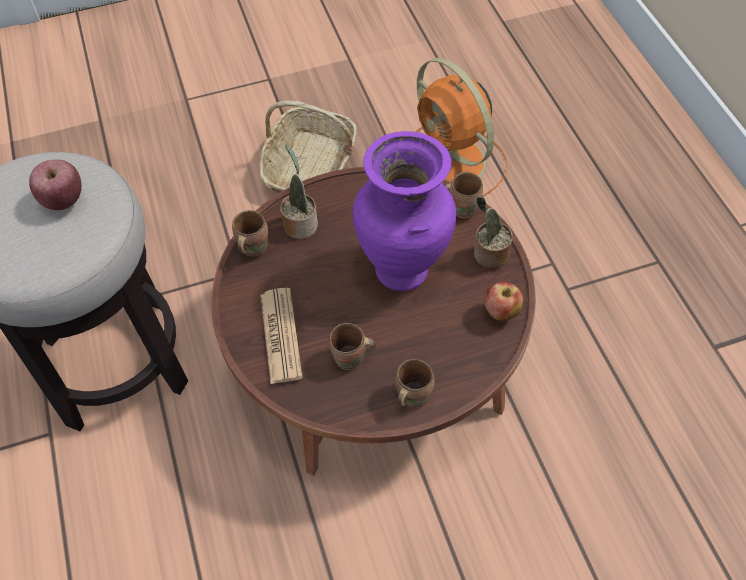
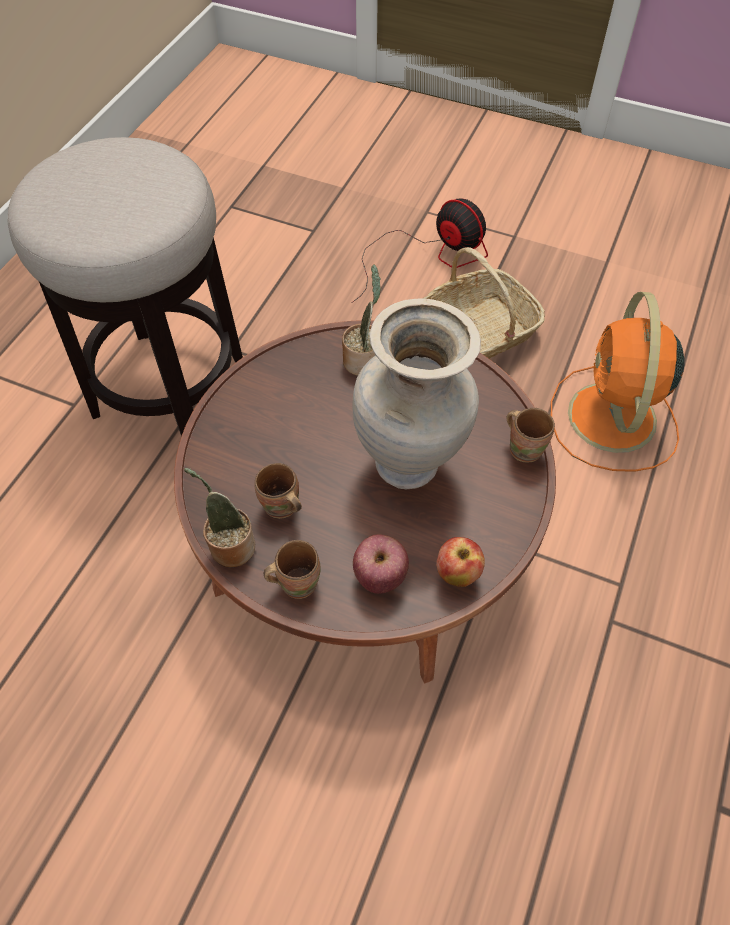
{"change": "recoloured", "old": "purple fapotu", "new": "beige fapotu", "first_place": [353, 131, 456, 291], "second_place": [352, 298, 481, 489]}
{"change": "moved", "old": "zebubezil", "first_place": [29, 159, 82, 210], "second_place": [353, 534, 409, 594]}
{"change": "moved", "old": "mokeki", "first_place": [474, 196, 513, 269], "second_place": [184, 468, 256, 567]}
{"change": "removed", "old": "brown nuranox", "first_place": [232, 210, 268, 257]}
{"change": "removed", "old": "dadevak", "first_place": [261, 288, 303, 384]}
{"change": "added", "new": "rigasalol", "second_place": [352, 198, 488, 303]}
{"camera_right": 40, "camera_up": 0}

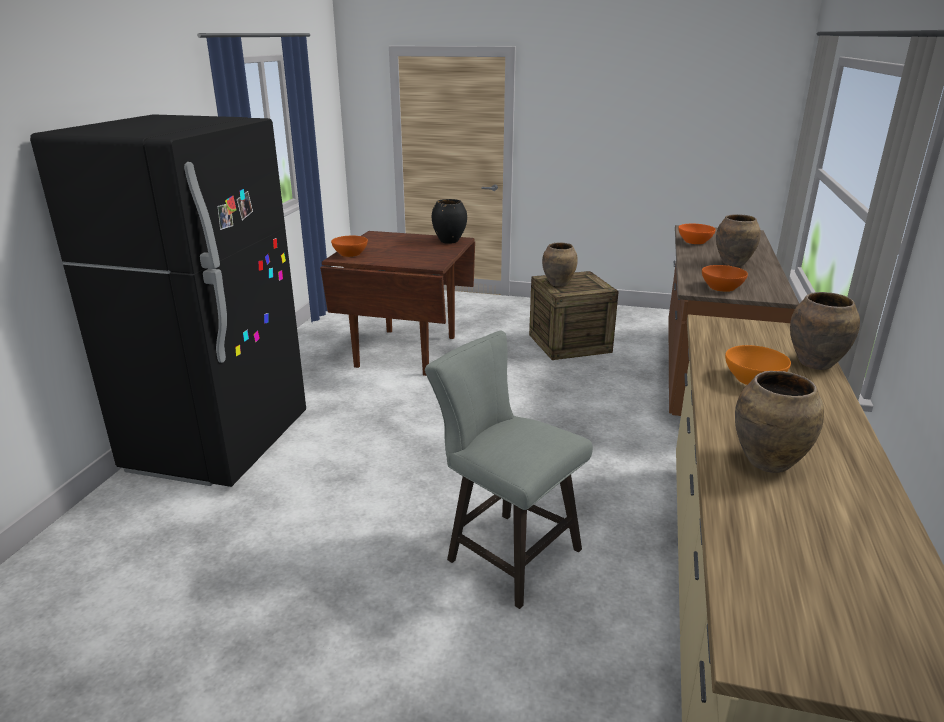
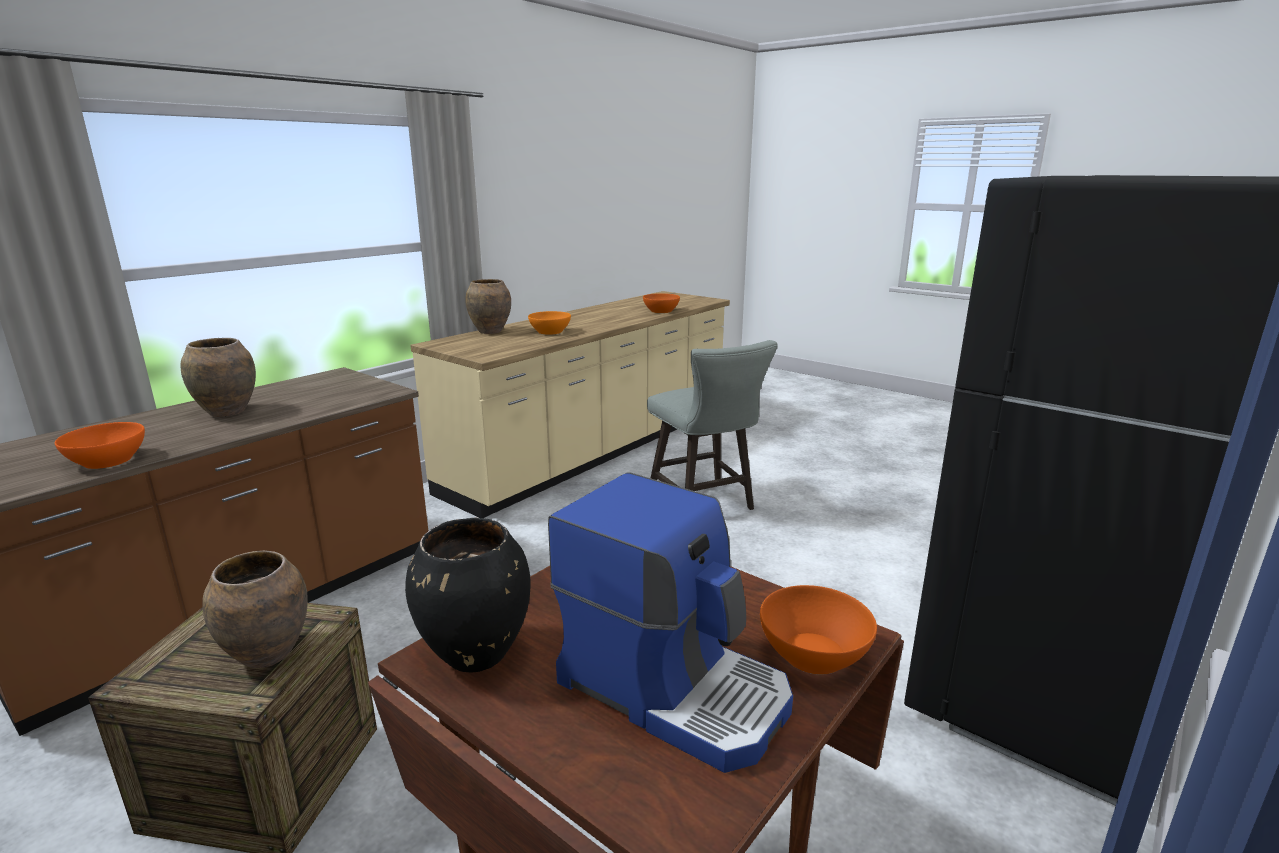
{"change": "moved", "old": "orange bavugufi", "first_place": [702, 265, 748, 292], "second_place": [643, 293, 680, 313]}
{"change": "removed", "old": "brown fapotu", "first_place": [735, 371, 824, 473]}
{"change": "added", "new": "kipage", "second_place": [548, 473, 793, 773]}
{"camera_right": -155, "camera_up": -5}

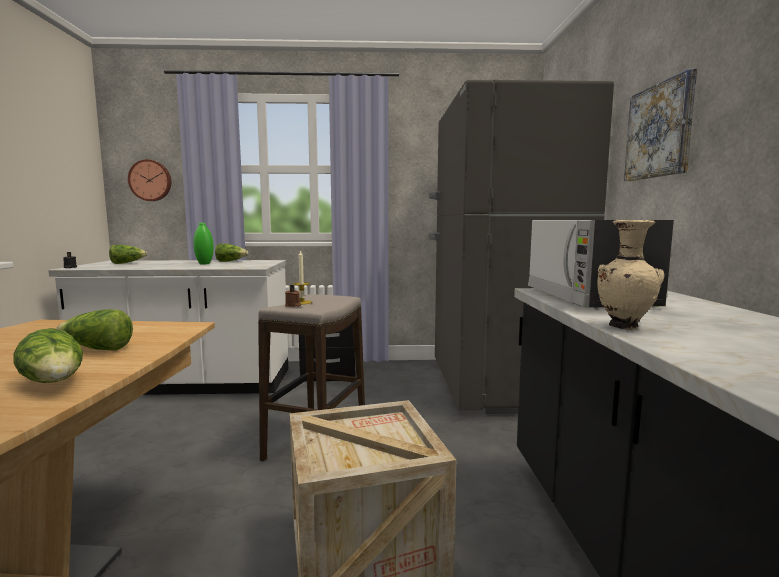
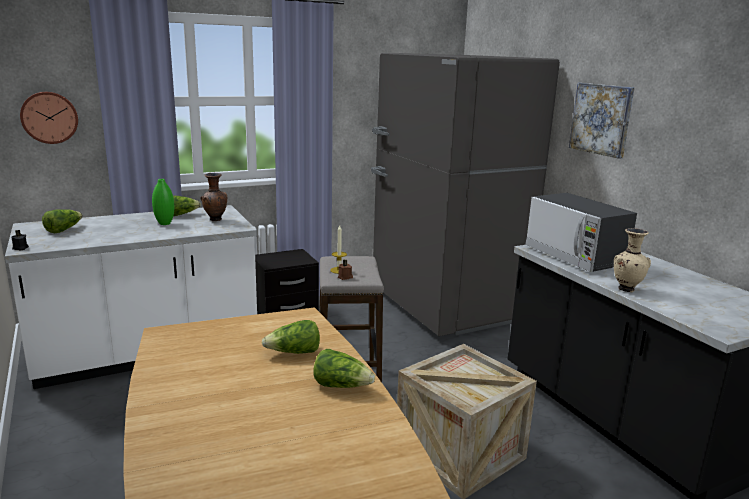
{"change": "added", "new": "brown fapotu", "second_place": [200, 173, 227, 221]}
{"camera_right": -25, "camera_up": 10}

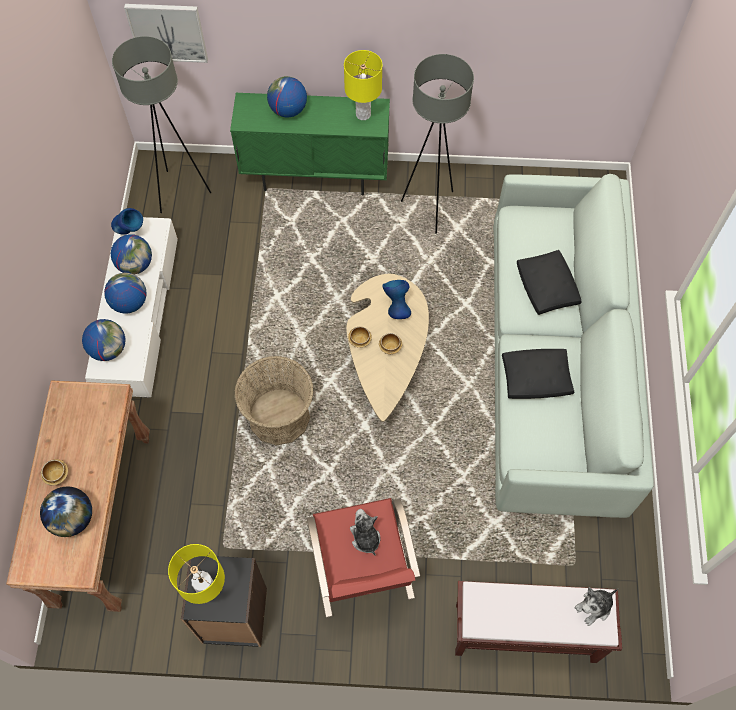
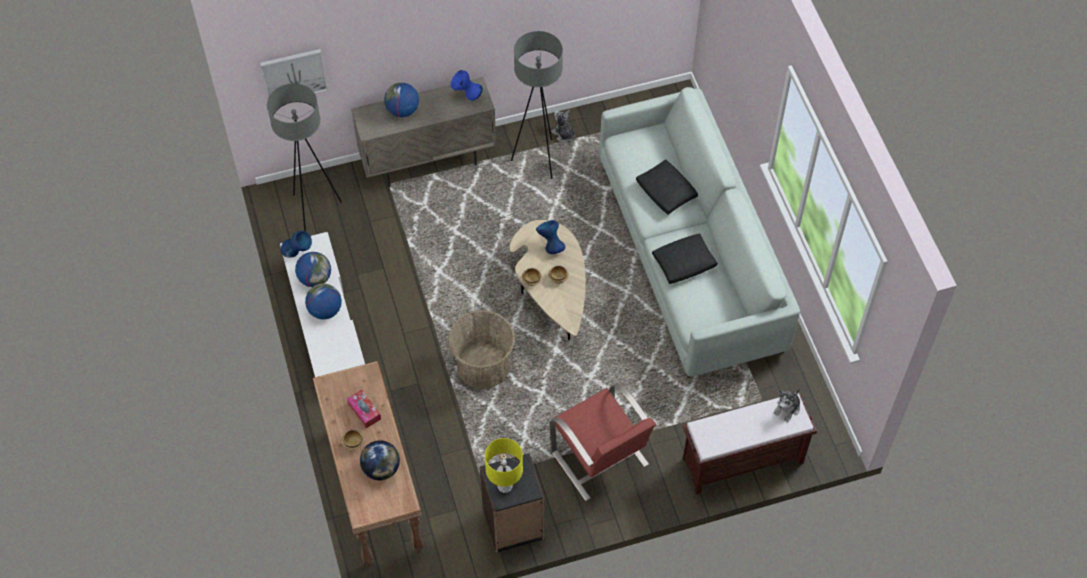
{"change": "replaced", "old": "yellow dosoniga", "new": "blue fapotu", "first_place": [344, 50, 382, 120], "second_place": [451, 70, 483, 101]}
{"change": "recoloured", "old": "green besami", "new": "beige besami", "first_place": [230, 93, 390, 196], "second_place": [351, 77, 496, 187]}
{"change": "removed", "old": "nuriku", "first_place": [82, 319, 126, 361]}
{"change": "moved", "old": "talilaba", "first_place": [350, 509, 380, 556], "second_place": [551, 110, 576, 142]}
{"change": "added", "new": "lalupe", "second_place": [347, 390, 381, 428]}
{"camera_right": -20, "camera_up": -5}

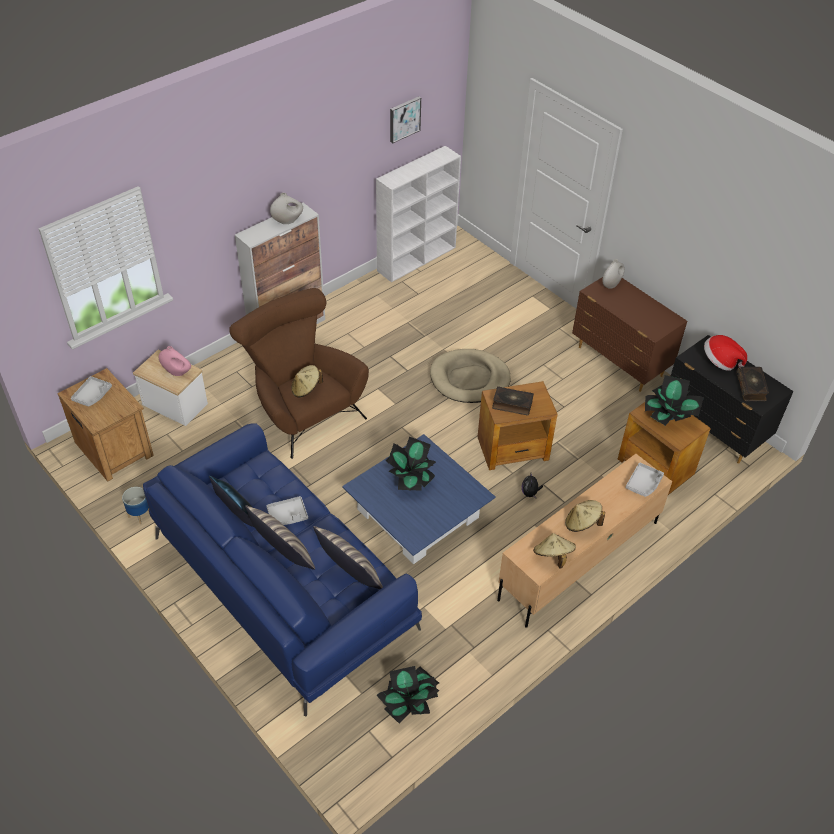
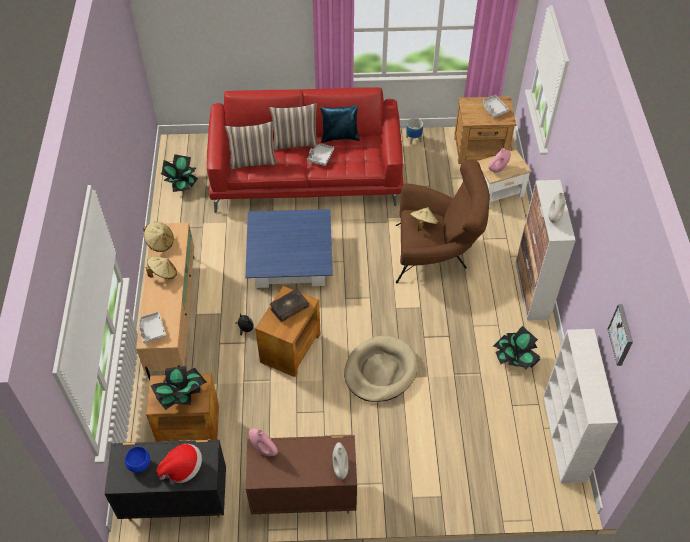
{"change": "replaced", "old": "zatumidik", "new": "blue bavugufi", "first_place": [736, 367, 769, 401], "second_place": [125, 446, 150, 473]}
{"change": "recoloured", "old": "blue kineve", "new": "red kineve", "first_place": [143, 423, 422, 717], "second_place": [207, 87, 403, 213]}
{"change": "moved", "old": "mokeki", "first_place": [386, 436, 436, 491], "second_place": [493, 326, 540, 369]}
{"change": "added", "new": "pink fapotu", "second_place": [249, 429, 278, 456]}
{"camera_right": 130, "camera_up": 5}

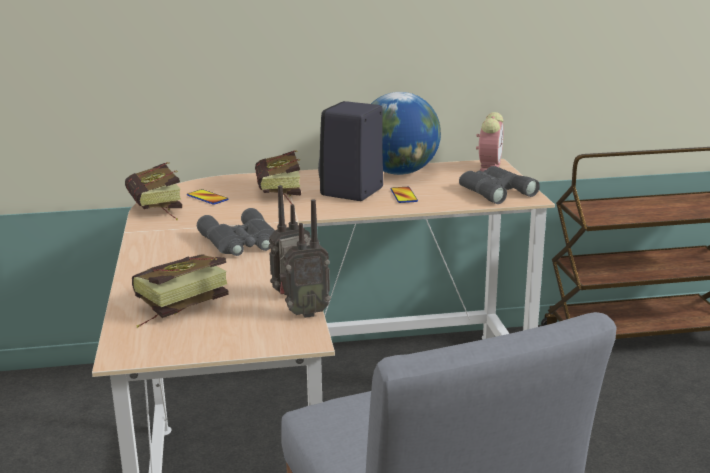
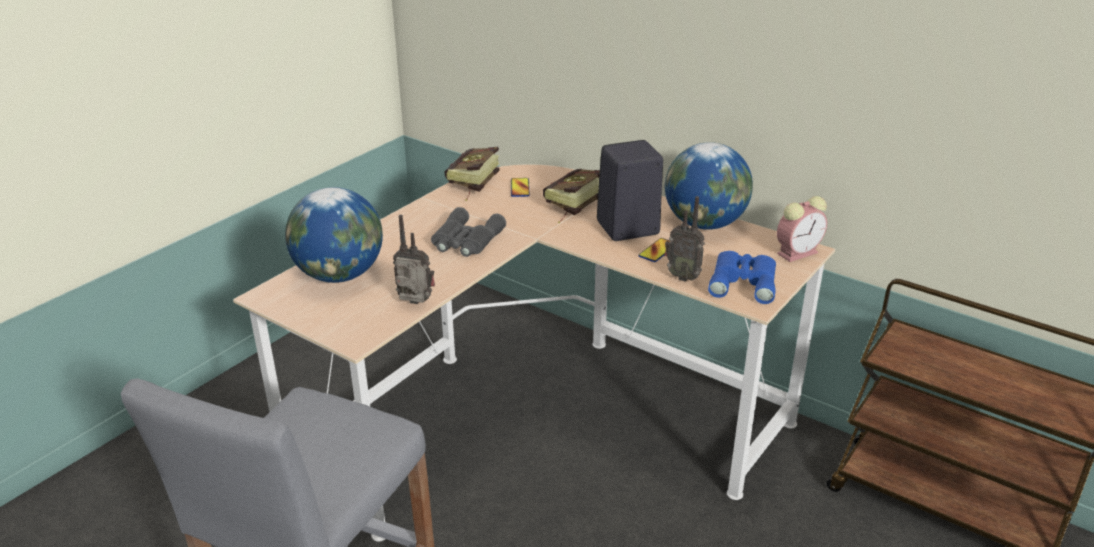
{"change": "recoloured", "old": "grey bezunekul", "new": "blue bezunekul", "first_place": [459, 166, 540, 204], "second_place": [708, 251, 776, 304]}
{"change": "moved", "old": "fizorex", "first_place": [279, 199, 331, 318], "second_place": [664, 196, 705, 282]}
{"change": "replaced", "old": "zatumidik", "new": "nuriku", "first_place": [132, 255, 228, 328], "second_place": [285, 187, 383, 283]}
{"camera_right": 45, "camera_up": 10}

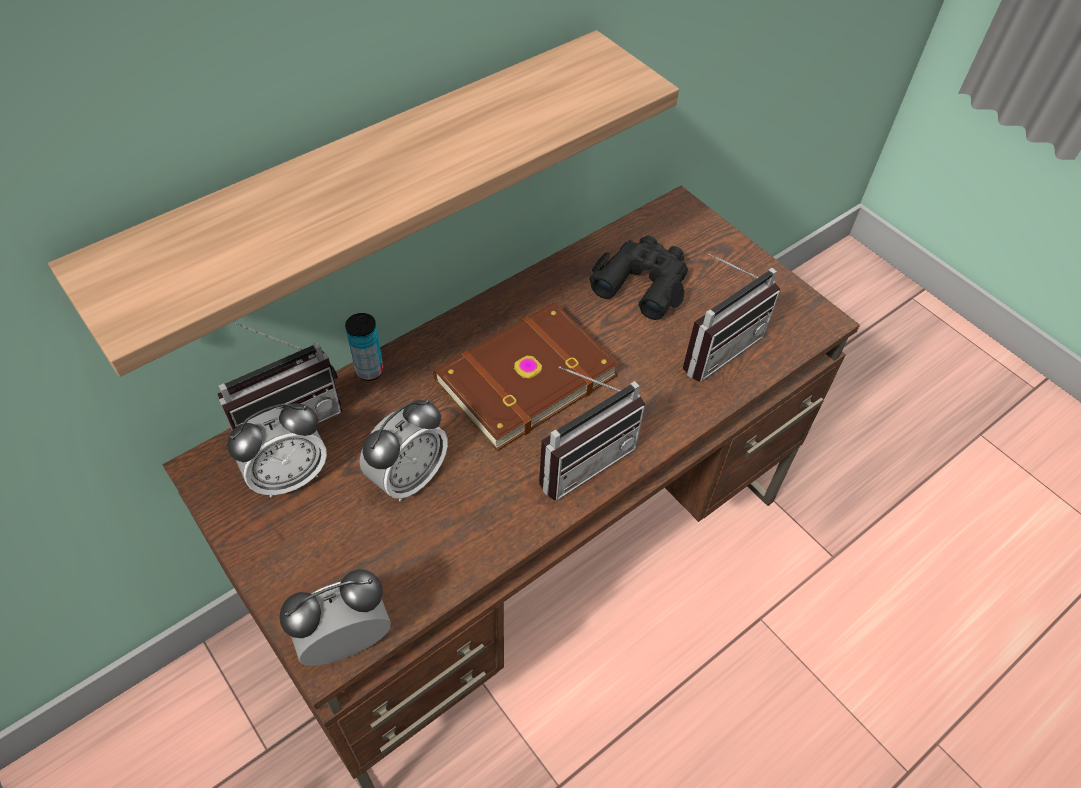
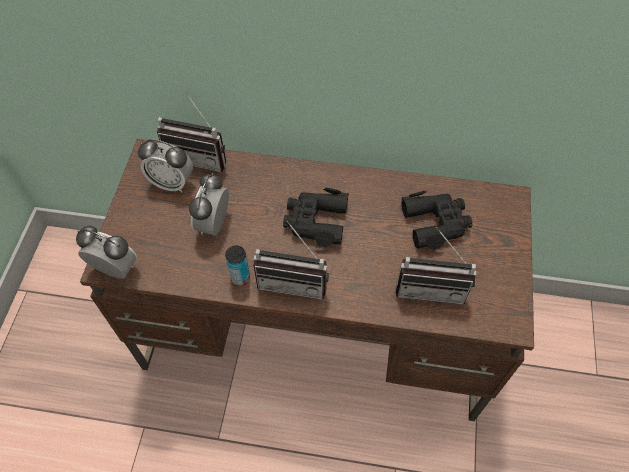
{"change": "removed", "old": "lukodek", "first_place": [48, 30, 679, 377]}
{"change": "replaced", "old": "brown zatumidik", "new": "black bezunekul", "first_place": [433, 302, 619, 451], "second_place": [283, 188, 349, 247]}
{"change": "moved", "old": "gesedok", "first_place": [345, 313, 383, 381], "second_place": [225, 246, 250, 286]}
{"change": "turned", "old": "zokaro", "first_place": [360, 399, 448, 502], "second_place": [189, 173, 229, 235], "degrees": 105}
{"camera_right": 50, "camera_up": 5}

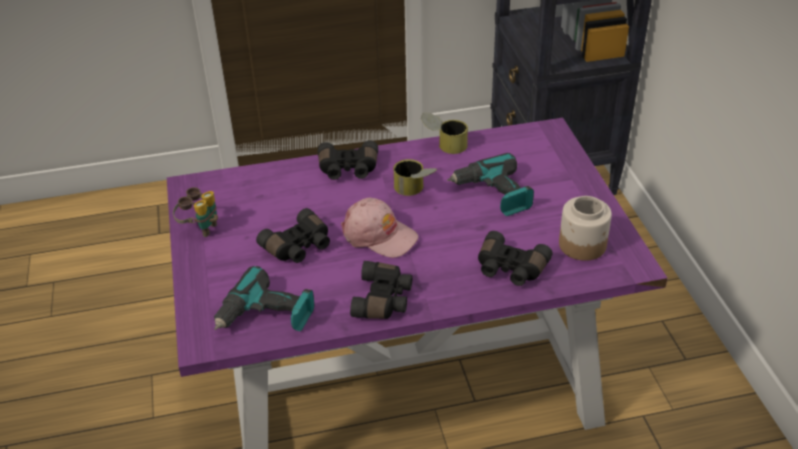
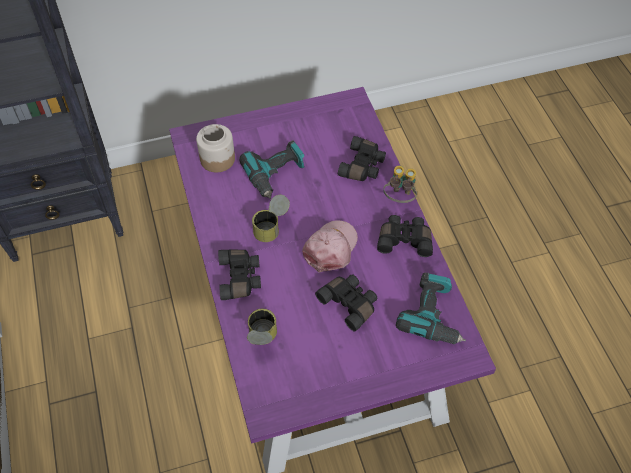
{"change": "moved", "old": "gesedok", "first_place": [421, 113, 468, 154], "second_place": [247, 309, 277, 345]}
{"change": "moved", "old": "bezunekul", "first_place": [173, 187, 218, 237], "second_place": [383, 166, 417, 203]}
{"change": "moved", "old": "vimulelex", "first_place": [559, 196, 612, 261], "second_place": [196, 124, 235, 172]}
{"camera_right": -95, "camera_up": 15}

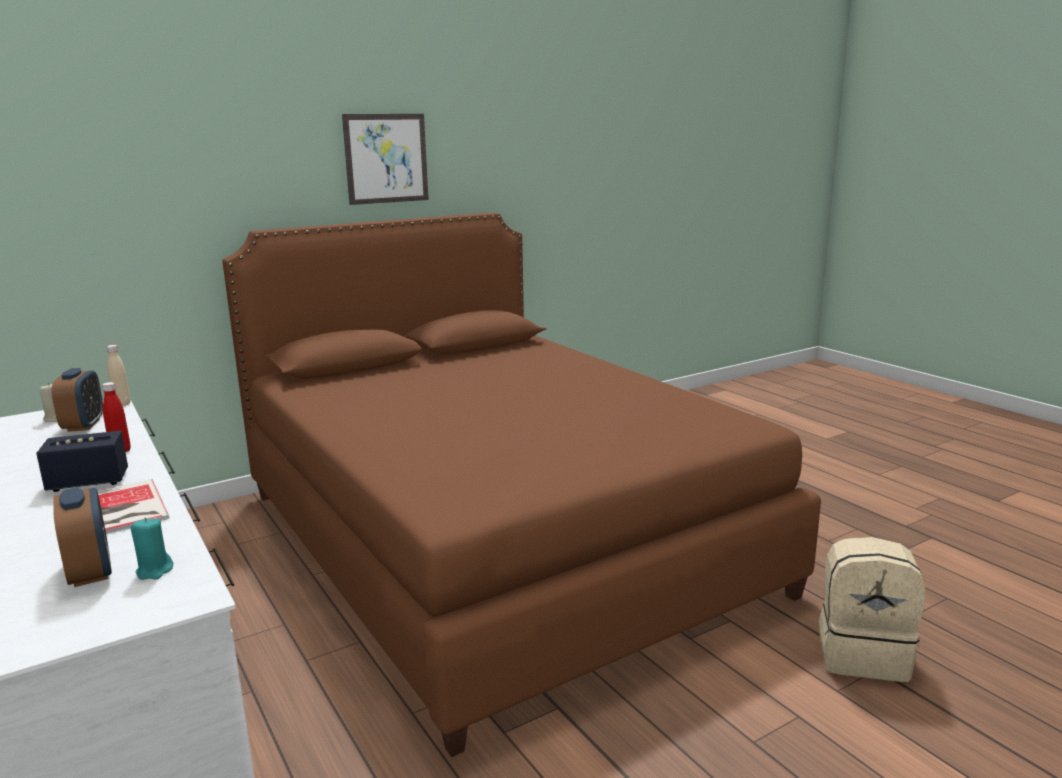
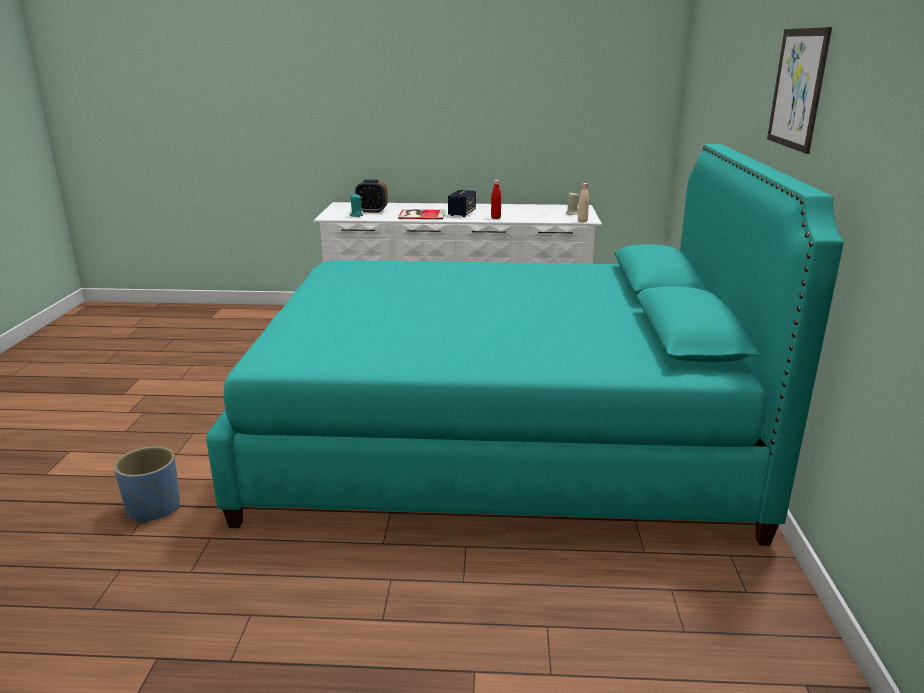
{"change": "recoloured", "old": "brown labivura", "new": "turquoise labivura", "first_place": [222, 212, 821, 757], "second_place": [206, 144, 844, 546]}
{"change": "removed", "old": "zokaro", "first_place": [51, 368, 103, 432]}
{"change": "replaced", "old": "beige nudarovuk", "new": "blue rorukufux", "first_place": [819, 537, 925, 682], "second_place": [114, 446, 180, 524]}
{"camera_right": 125, "camera_up": 5}

